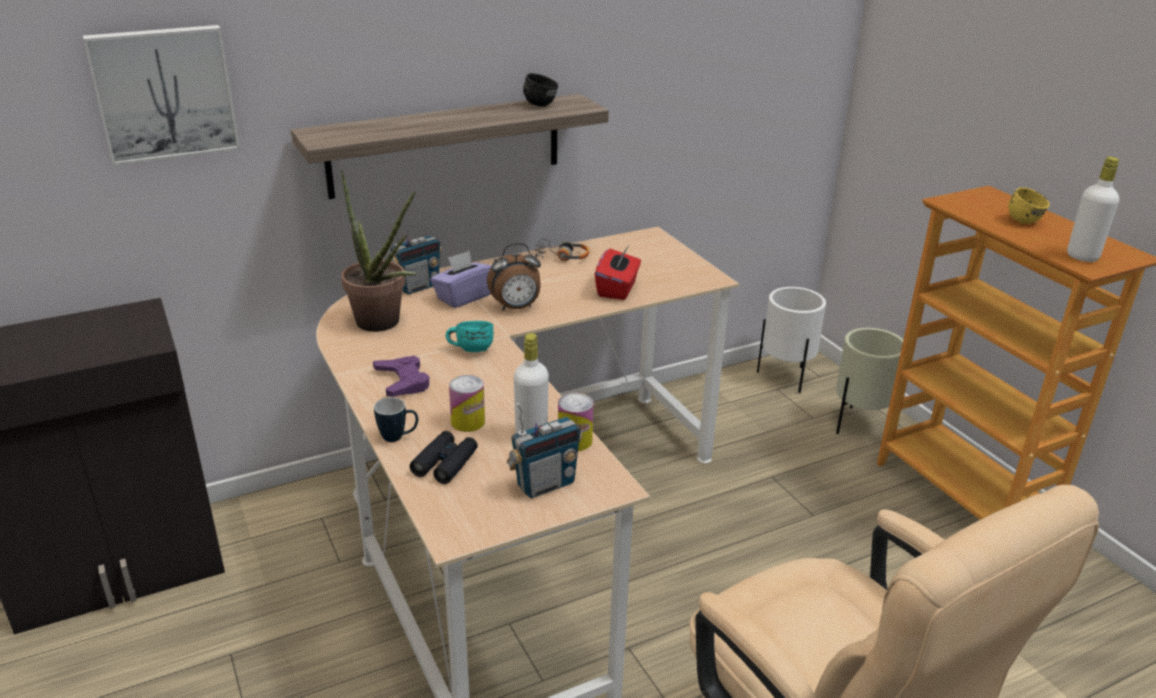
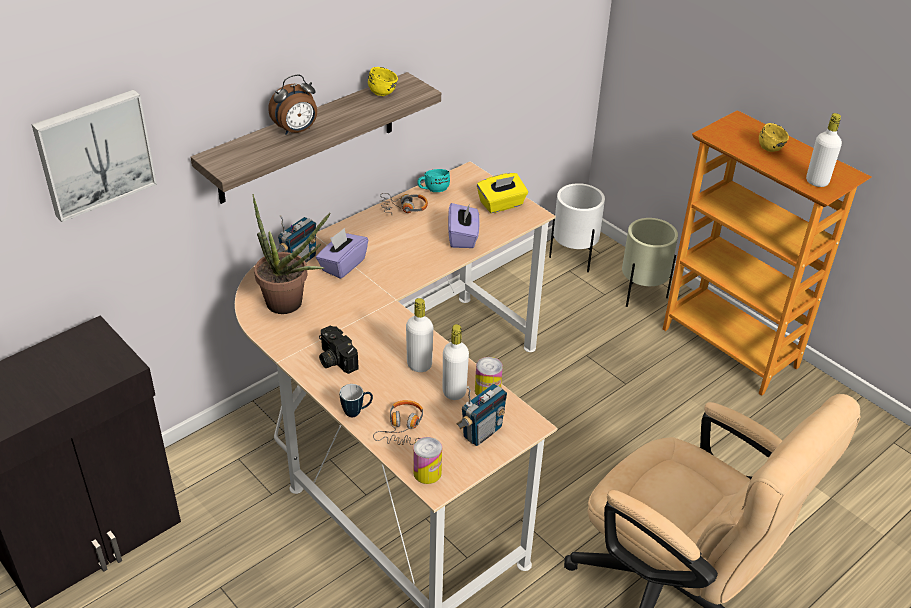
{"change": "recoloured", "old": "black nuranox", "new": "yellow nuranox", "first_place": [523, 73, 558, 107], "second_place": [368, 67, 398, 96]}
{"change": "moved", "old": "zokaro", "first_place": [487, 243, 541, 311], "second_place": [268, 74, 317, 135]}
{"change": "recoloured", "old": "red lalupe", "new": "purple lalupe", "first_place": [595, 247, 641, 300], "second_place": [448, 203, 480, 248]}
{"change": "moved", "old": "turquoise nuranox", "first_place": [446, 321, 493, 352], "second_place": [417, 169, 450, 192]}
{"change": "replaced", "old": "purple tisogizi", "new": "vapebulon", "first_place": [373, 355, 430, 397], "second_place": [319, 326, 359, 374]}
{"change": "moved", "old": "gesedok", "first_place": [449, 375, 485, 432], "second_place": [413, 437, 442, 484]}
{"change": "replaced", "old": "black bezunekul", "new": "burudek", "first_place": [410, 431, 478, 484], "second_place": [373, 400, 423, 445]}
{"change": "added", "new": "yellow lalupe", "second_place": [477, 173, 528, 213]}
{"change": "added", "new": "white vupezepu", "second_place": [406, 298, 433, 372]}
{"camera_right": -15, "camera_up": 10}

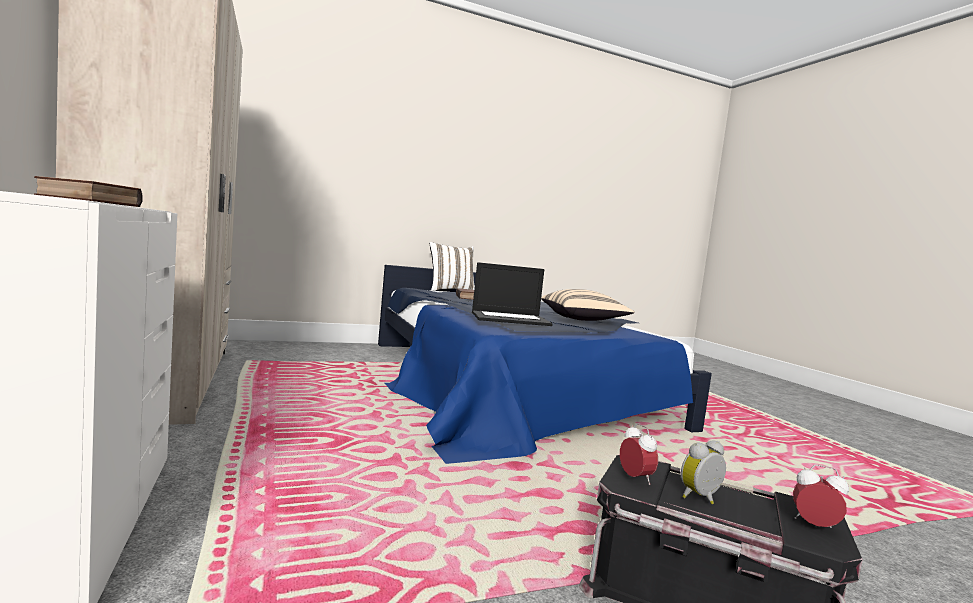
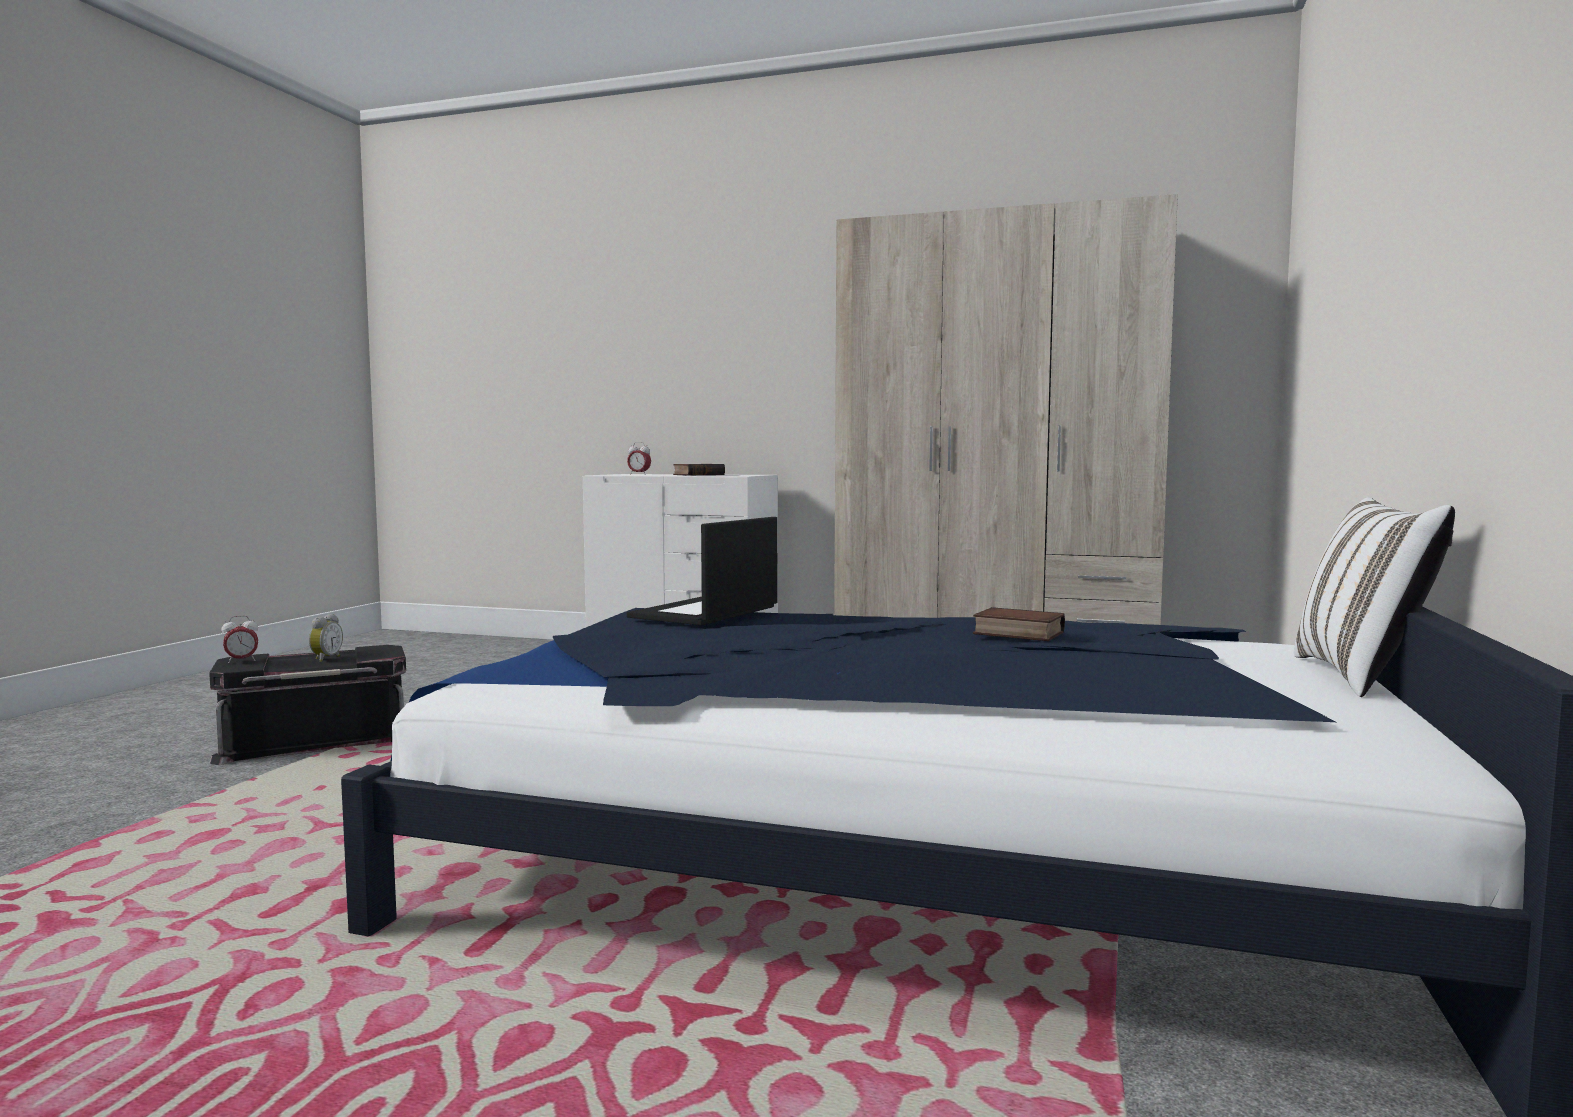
{"change": "removed", "old": "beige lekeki", "first_place": [541, 289, 635, 321]}
{"change": "moved", "old": "zokaro", "first_place": [620, 423, 658, 485], "second_place": [627, 442, 651, 475]}
{"camera_right": 130, "camera_up": 0}

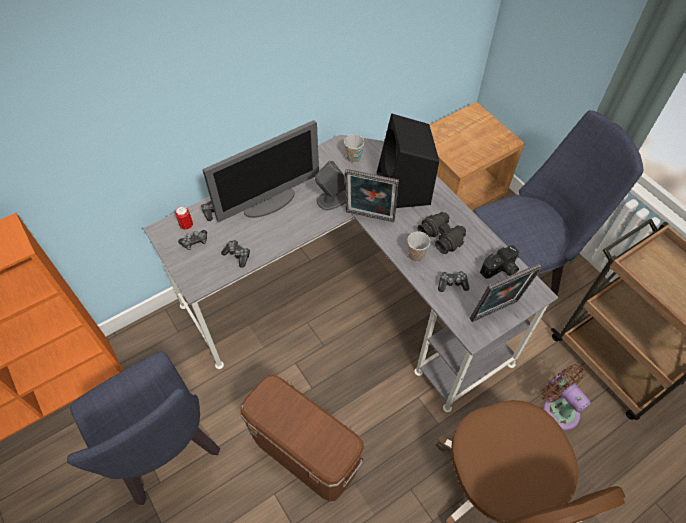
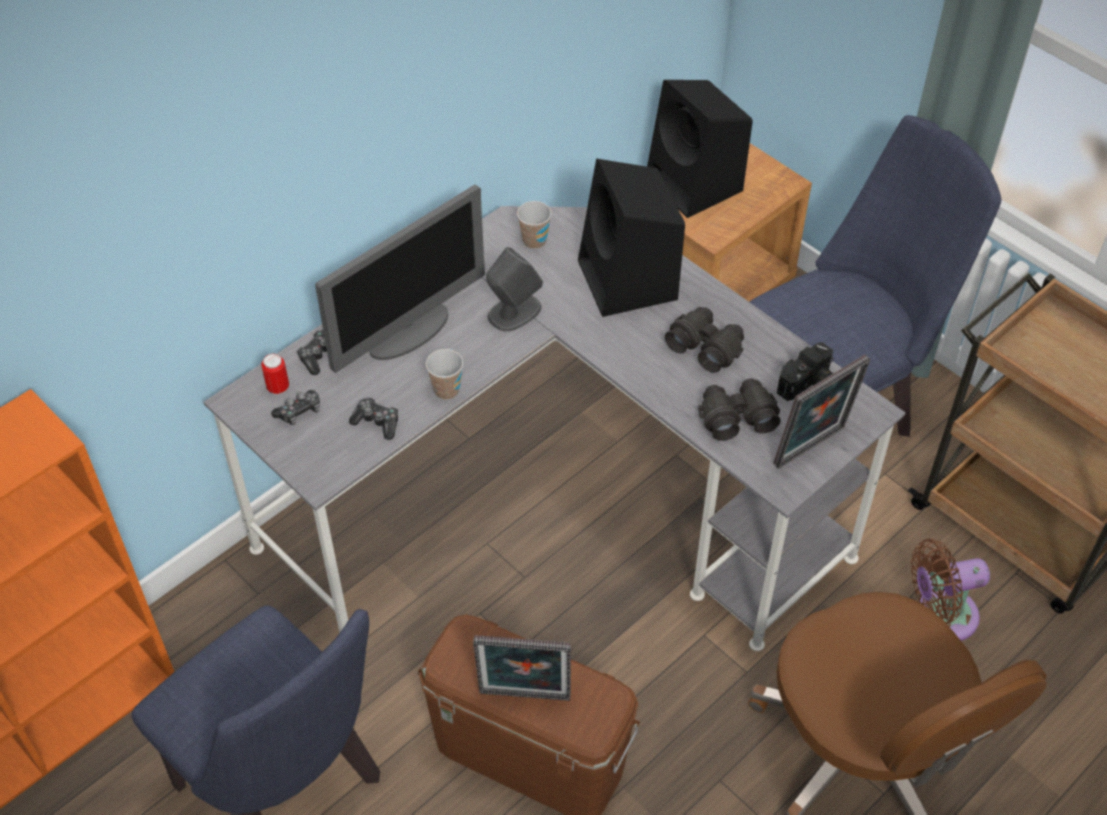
{"change": "moved", "old": "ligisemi", "first_place": [345, 169, 399, 222], "second_place": [473, 636, 571, 701]}
{"change": "moved", "old": "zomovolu", "first_place": [407, 231, 430, 262], "second_place": [426, 349, 463, 400]}
{"change": "replaced", "old": "tisogizi", "new": "black bezunekul", "first_place": [438, 271, 469, 292], "second_place": [698, 378, 781, 441]}
{"change": "turned", "old": "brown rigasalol", "first_place": [541, 364, 591, 430], "second_place": [911, 539, 990, 641], "degrees": -60}
{"change": "added", "new": "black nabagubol", "second_place": [647, 80, 753, 218]}
{"camera_right": -10, "camera_up": -5}

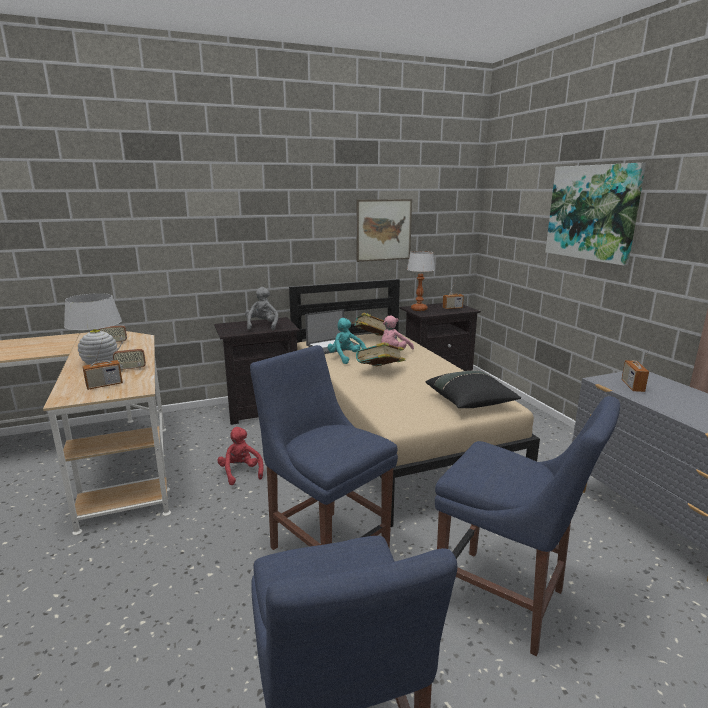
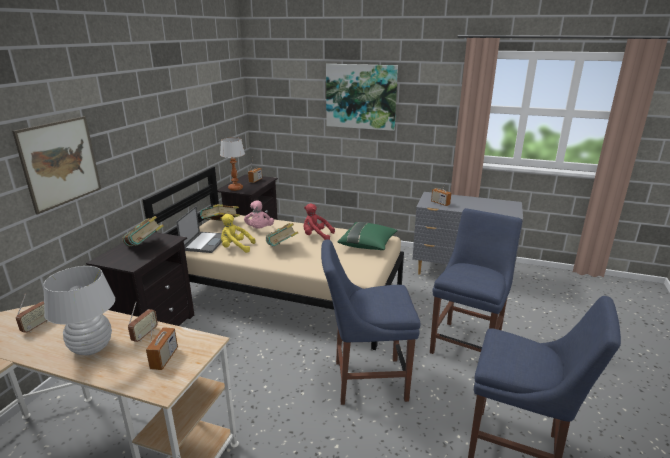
{"change": "moved", "old": "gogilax", "first_place": [356, 199, 412, 262], "second_place": [12, 116, 101, 214]}
{"change": "replaced", "old": "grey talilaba", "new": "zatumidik", "first_place": [245, 287, 278, 331], "second_place": [123, 216, 164, 246]}
{"change": "recoloured", "old": "turquoise talilaba", "new": "yellow talilaba", "first_place": [327, 318, 366, 364], "second_place": [220, 214, 256, 253]}
{"change": "recoloured", "old": "black lekeki", "new": "green lekeki", "first_place": [426, 371, 521, 408], "second_place": [337, 222, 398, 250]}
{"change": "turned", "old": "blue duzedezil", "first_place": [435, 396, 620, 656], "second_place": [430, 208, 522, 354], "degrees": -45}
{"change": "moved", "old": "red talilaba", "first_place": [217, 427, 264, 485], "second_place": [304, 204, 335, 240]}
{"camera_right": -50, "camera_up": 5}

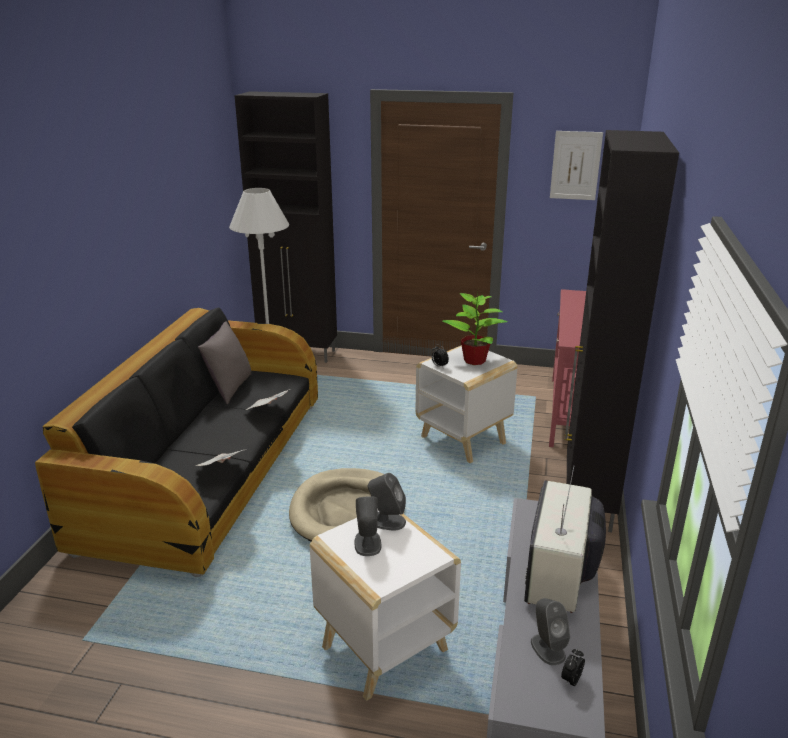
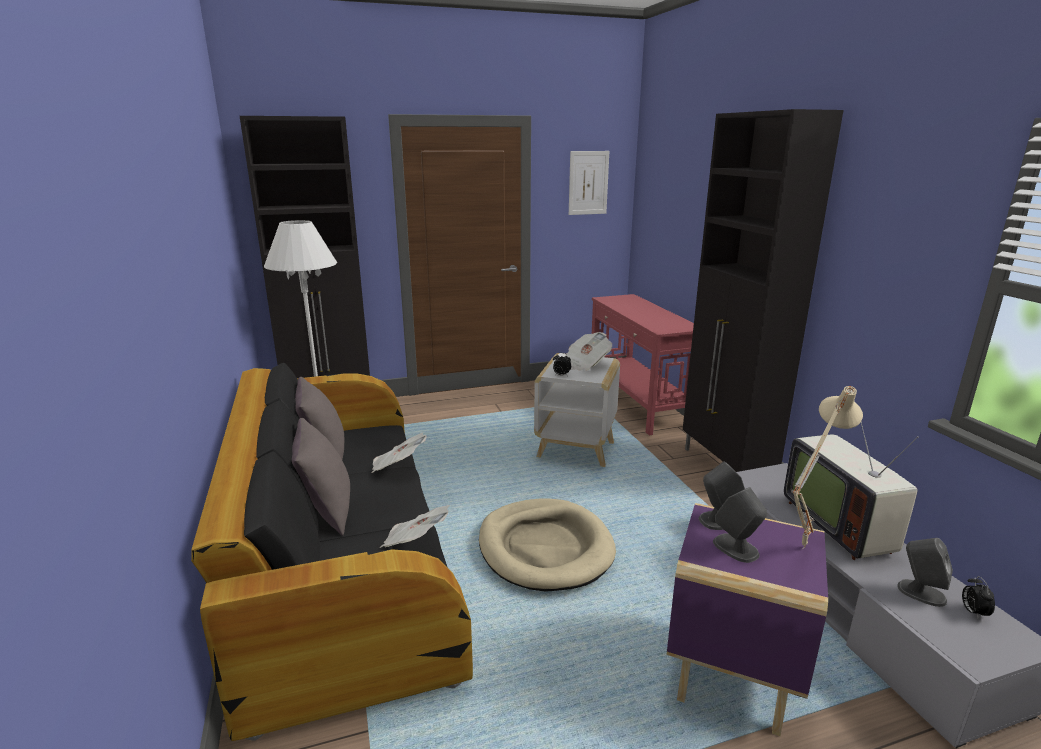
{"change": "replaced", "old": "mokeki", "new": "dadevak", "first_place": [442, 289, 507, 365], "second_place": [565, 332, 612, 371]}
{"change": "recoloured", "old": "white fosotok", "new": "purple fosotok", "first_place": [310, 510, 461, 701], "second_place": [667, 503, 828, 736]}
{"change": "added", "new": "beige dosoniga", "second_place": [791, 386, 863, 550]}
{"change": "added", "new": "grey lekeki", "second_place": [292, 418, 350, 536]}
{"camera_right": -30, "camera_up": -5}

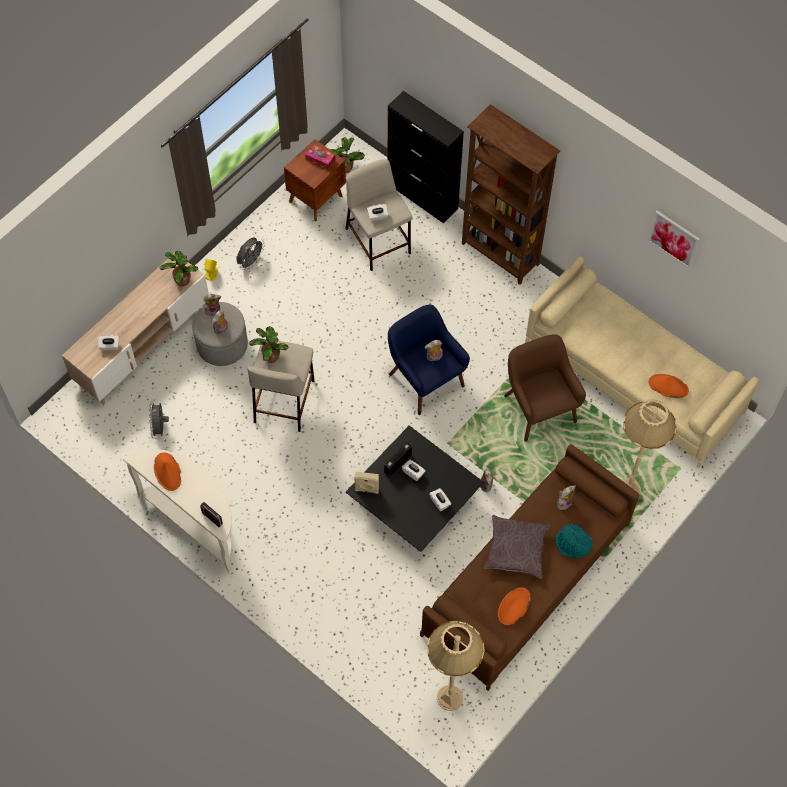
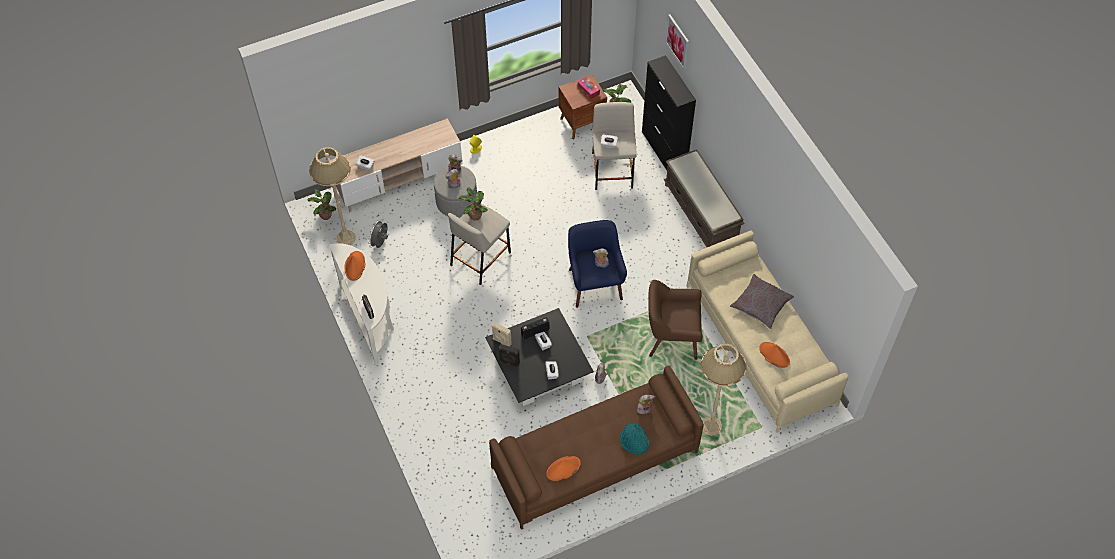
{"change": "replaced", "old": "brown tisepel", "new": "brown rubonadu", "first_place": [462, 104, 560, 285], "second_place": [664, 149, 745, 247]}
{"change": "moved", "old": "gogilax", "first_place": [648, 211, 700, 269], "second_place": [665, 14, 689, 69]}
{"change": "removed", "old": "grey rigasalol", "first_place": [237, 238, 265, 270]}
{"change": "moved", "old": "mokeki", "first_place": [159, 251, 198, 286], "second_place": [307, 189, 336, 220]}
{"change": "turned", "old": "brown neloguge", "first_place": [504, 335, 586, 442], "second_place": [649, 280, 703, 360], "degrees": -90}
{"change": "moved", "old": "grey lekeki", "first_place": [483, 515, 550, 579], "second_place": [730, 274, 794, 329]}
{"change": "moved", "old": "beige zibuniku", "first_place": [427, 621, 485, 711], "second_place": [309, 147, 356, 245]}
{"change": "added", "new": "black nabagubol", "second_place": [499, 344, 520, 367]}
{"camera_right": 25, "camera_up": -5}

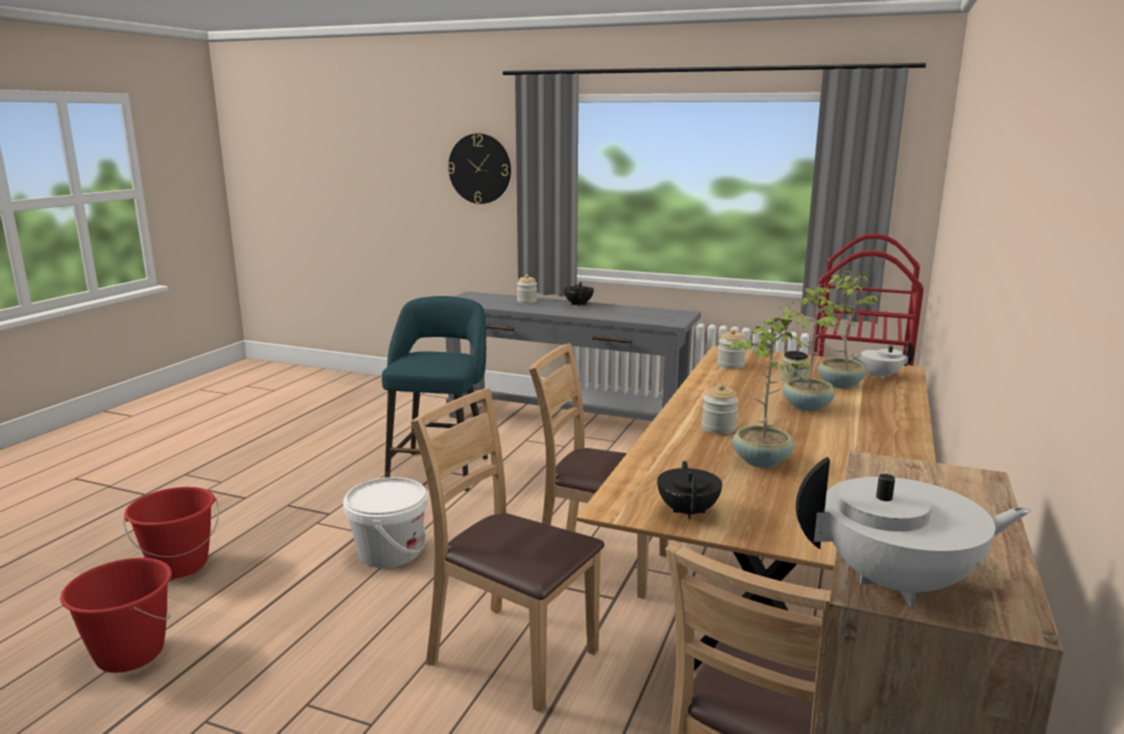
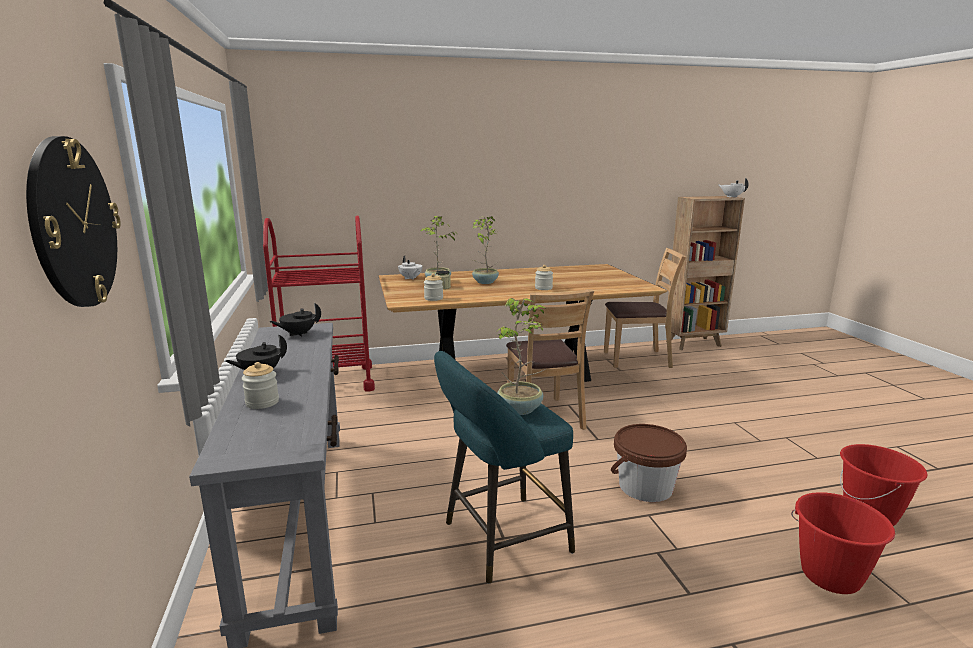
{"change": "moved", "old": "mokeki", "first_place": [727, 316, 809, 468], "second_place": [495, 298, 545, 415]}
{"change": "removed", "old": "brown duzedezil", "first_place": [411, 388, 605, 712]}
{"change": "moved", "old": "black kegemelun", "first_place": [657, 461, 722, 519], "second_place": [269, 303, 321, 336]}
{"change": "recoloured", "old": "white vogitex", "new": "brown vogitex", "first_place": [343, 477, 429, 568], "second_place": [611, 424, 687, 502]}
{"camera_right": -125, "camera_up": 0}

